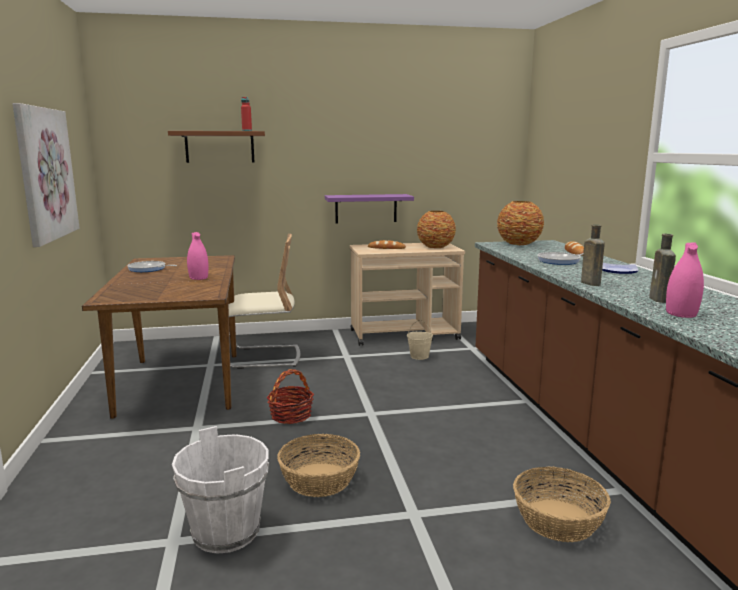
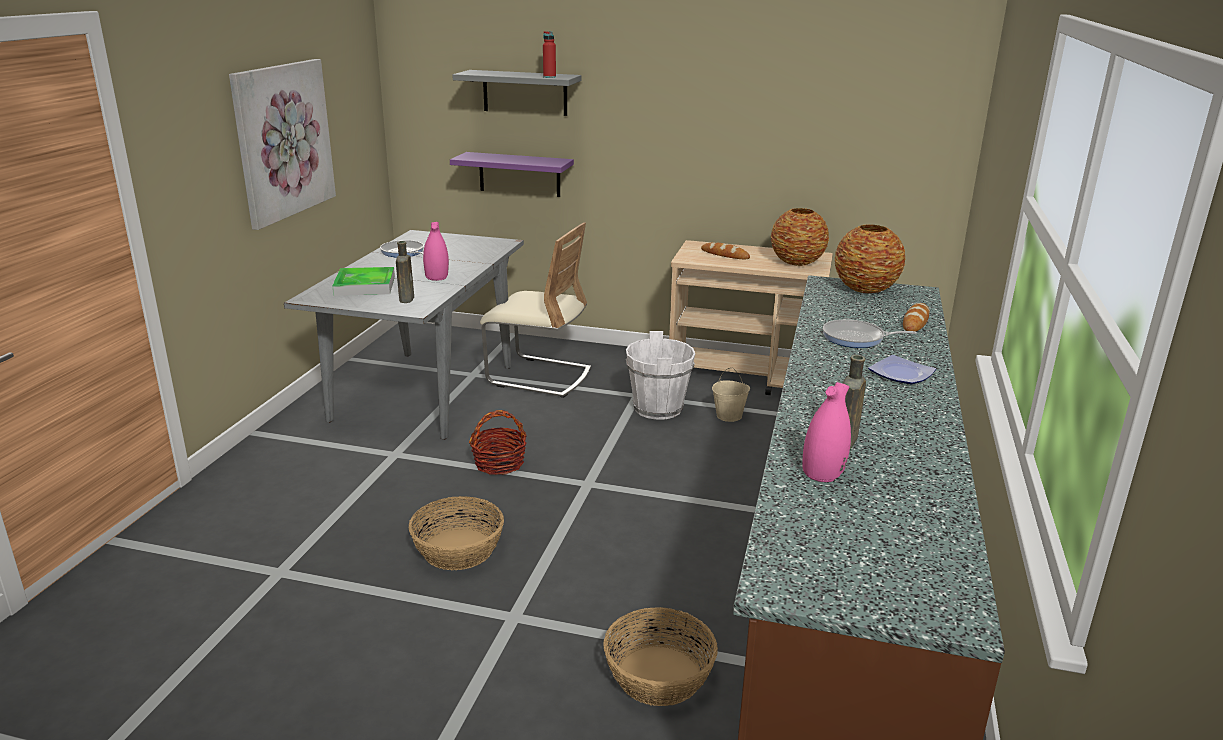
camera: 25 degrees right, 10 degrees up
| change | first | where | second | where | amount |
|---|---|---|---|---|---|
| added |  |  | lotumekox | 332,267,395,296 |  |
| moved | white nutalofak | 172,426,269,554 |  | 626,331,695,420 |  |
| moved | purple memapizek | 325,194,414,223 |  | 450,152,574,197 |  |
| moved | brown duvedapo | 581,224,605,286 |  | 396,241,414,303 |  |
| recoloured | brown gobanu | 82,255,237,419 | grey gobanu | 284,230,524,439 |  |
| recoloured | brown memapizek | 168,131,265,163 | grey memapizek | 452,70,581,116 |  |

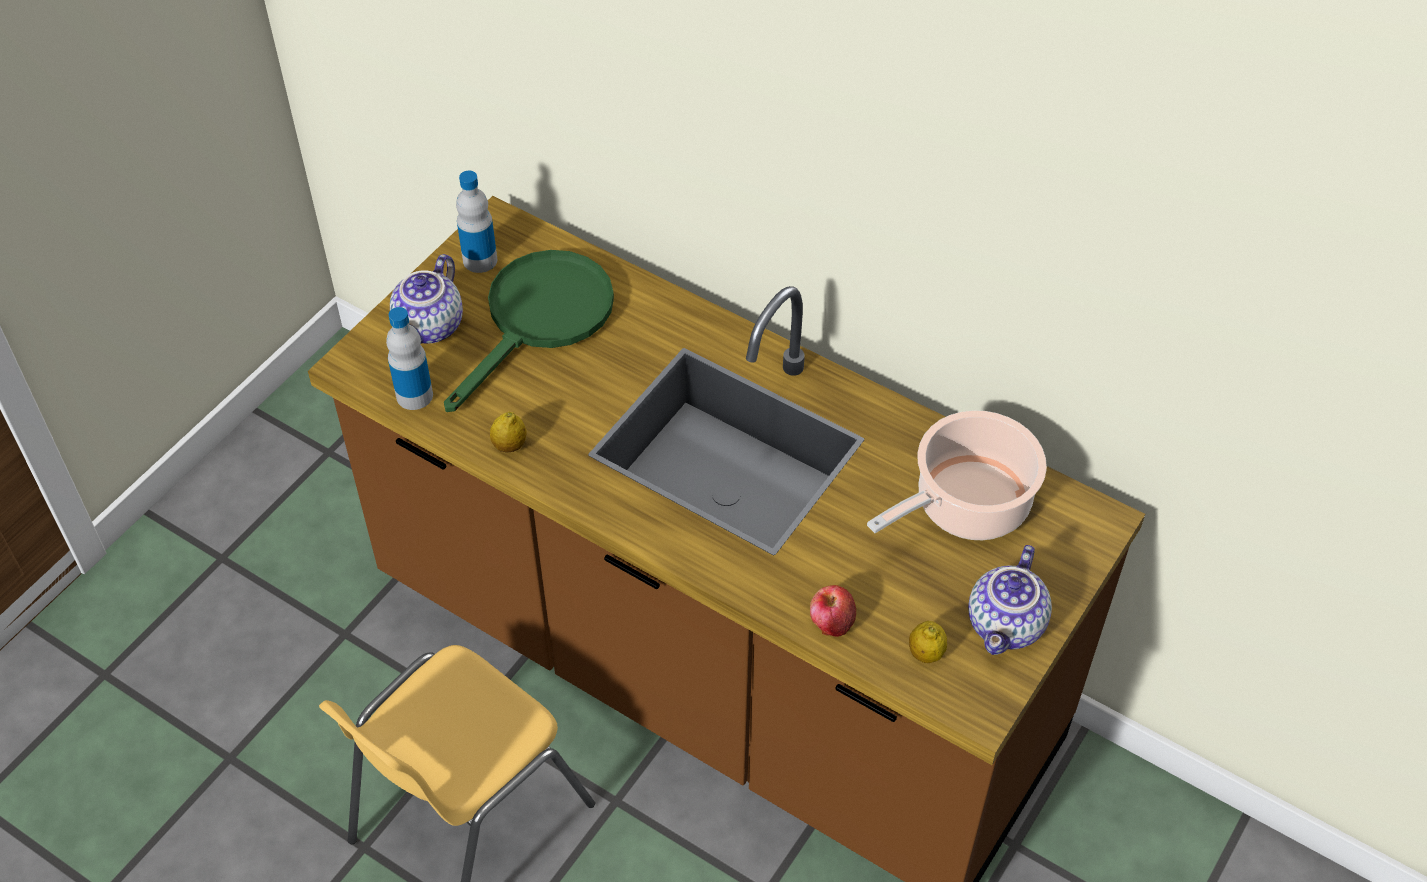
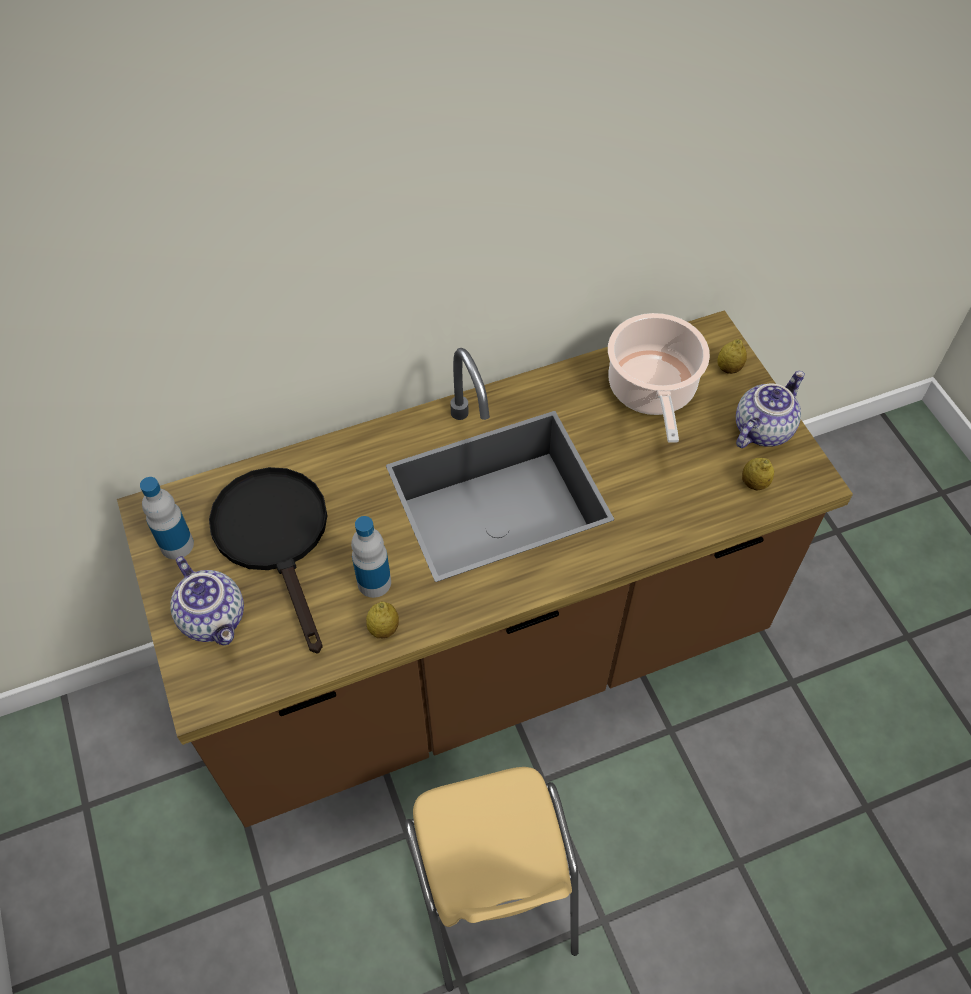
camera: 55 degrees left, 5 degrees up
| change | first | where | second | where | amount |
|---|---|---|---|---|---|
| removed | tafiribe | 810,585,856,637 |  |  |  |
| added |  |  | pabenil | 717,339,747,374 |  |
| moved | duvedapo | 386,307,433,410 |  | 351,516,391,598 |  |
| recoloured | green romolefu | 444,250,614,412 | black romolefu | 209,467,327,654 |  |
| turned | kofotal | 968,545,1052,655 |  | 736,371,805,448 | 105 degrees counterclockwise |

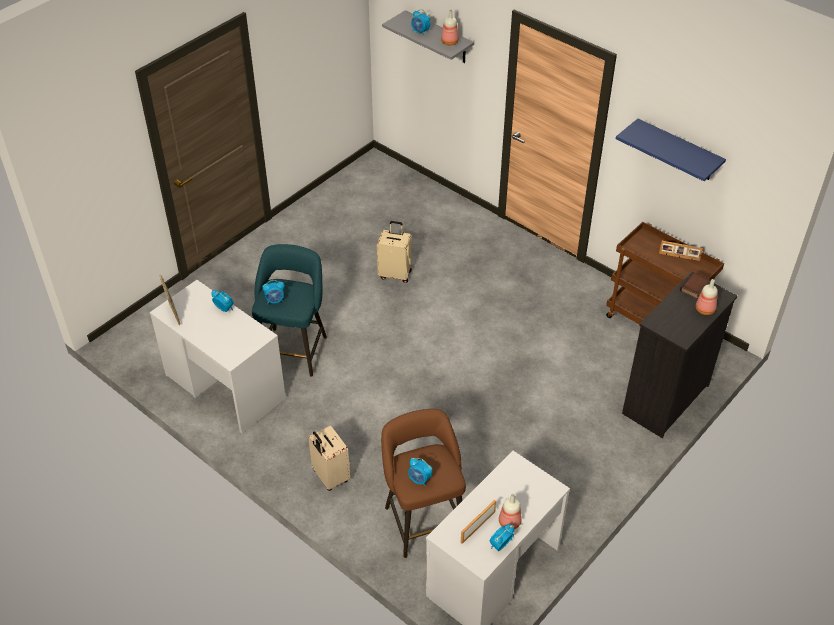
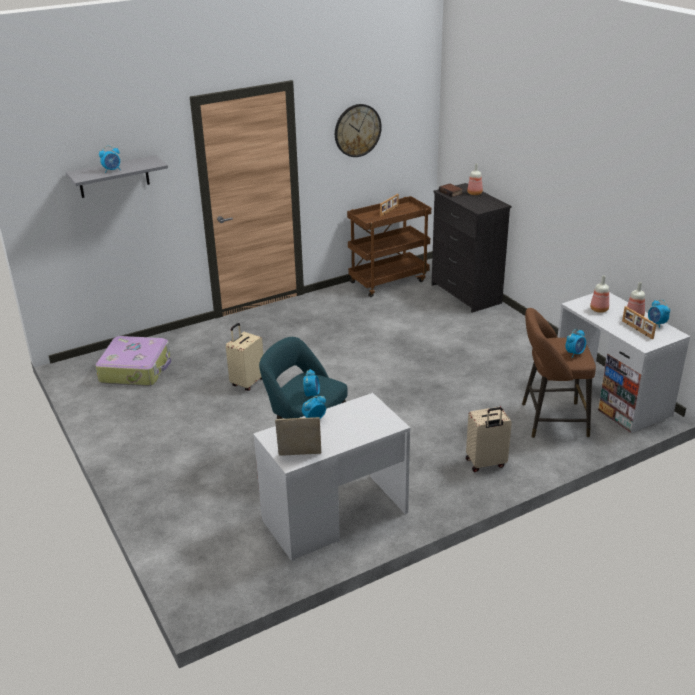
camera: 70 degrees left, 15 degrees down
| change | first | where | second | where | amount |
|---|---|---|---|---|---|
| added |  |  | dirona | 95,336,171,386 |  |
| moved | duvedapo | 441,10,459,45 |  | 590,276,609,313 |  |
| replaced | blue memapizek | 616,119,726,181 | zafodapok | 335,104,382,157 |  |

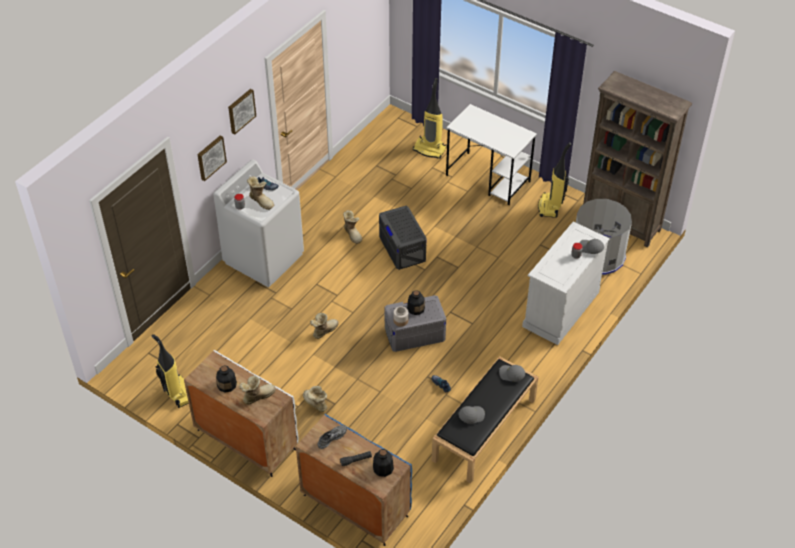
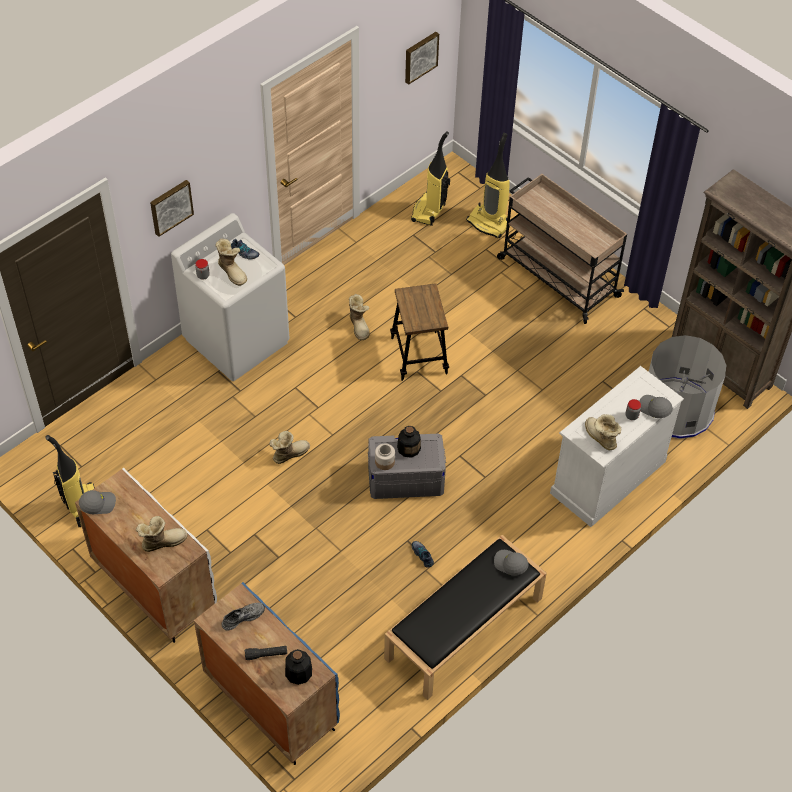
camera: 10 degrees right, 5 degrees up
| change | first | where | second | where | amount |
|---|---|---|---|---|---|
| removed | duvedapo | 216,365,237,393 |  |  |  |
| moved | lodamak | 228,89,256,134 |  | 405,32,439,85 |  |
| moved | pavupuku | 303,386,327,412 |  | 585,414,621,450 |  |
| moved | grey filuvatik | 459,406,485,424 |  | 79,490,116,514 |  |
| moved | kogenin | 538,142,572,218 |  | 411,131,450,226 |  |
| replaced | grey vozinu | 379,206,426,270 | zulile | 390,283,449,381 |  |
| replaced | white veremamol | 446,104,537,205 | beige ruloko | 497,174,627,324 |  |

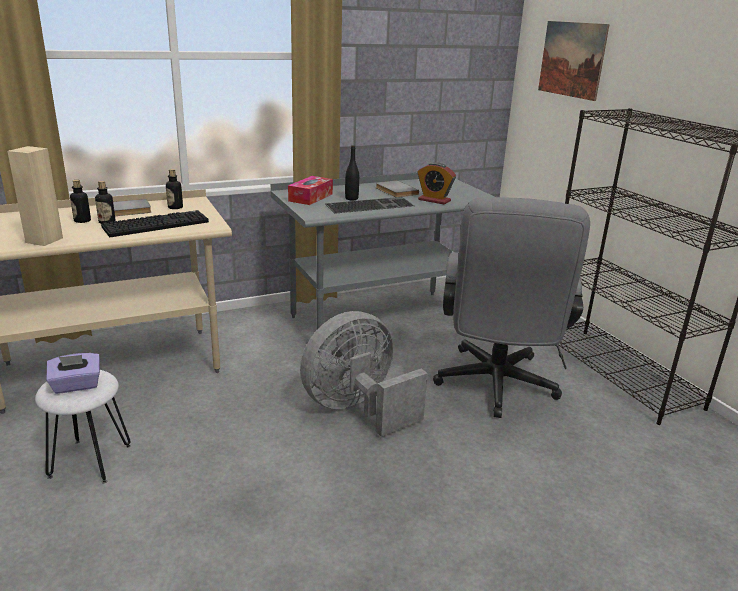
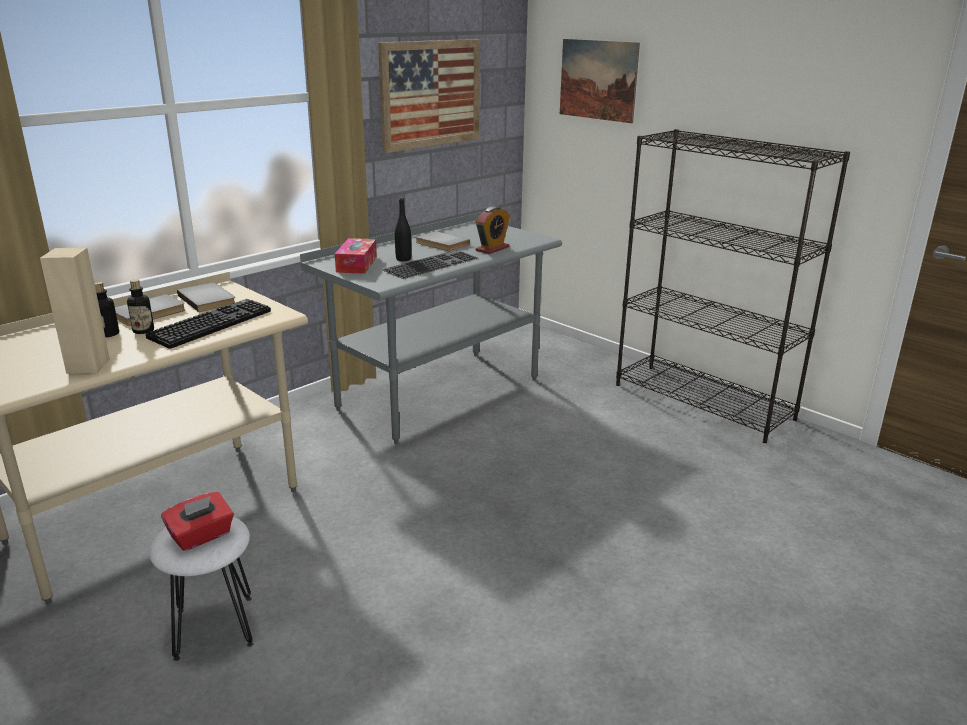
camera: 20 degrees left, 0 degrees up
| change | first | where | second | where | amount |
|---|---|---|---|---|---|
| removed | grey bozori | 300,311,428,437 |  |  |  |
| removed | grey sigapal | 433,197,590,418 |  |  |  |
| added |  |  | lodamak | 378,39,480,153 |  |
| replaced | duvedapo | 166,169,183,209 | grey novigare | 177,283,235,312 |  |
| recoloured | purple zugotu | 46,353,100,394 | red zugotu | 161,492,234,551 |  |
| turned | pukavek | 418,162,456,205 |  | 476,206,510,254 | 60 degrees counterclockwise |

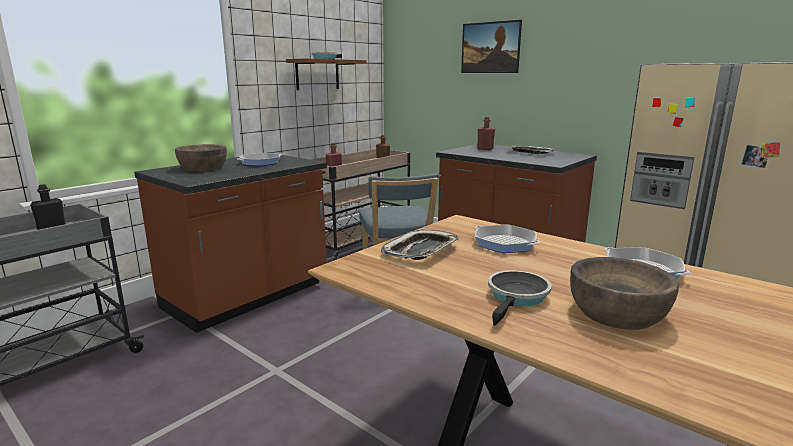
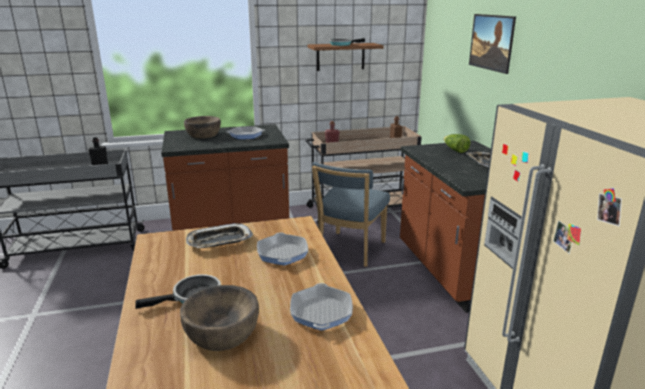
camera: 35 degrees right, 5 degrees up
| change | first | where | second | where | amount |
|---|---|---|---|---|---|
| replaced | red duvedapo | 477,117,495,150 | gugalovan | 443,134,470,153 |  |

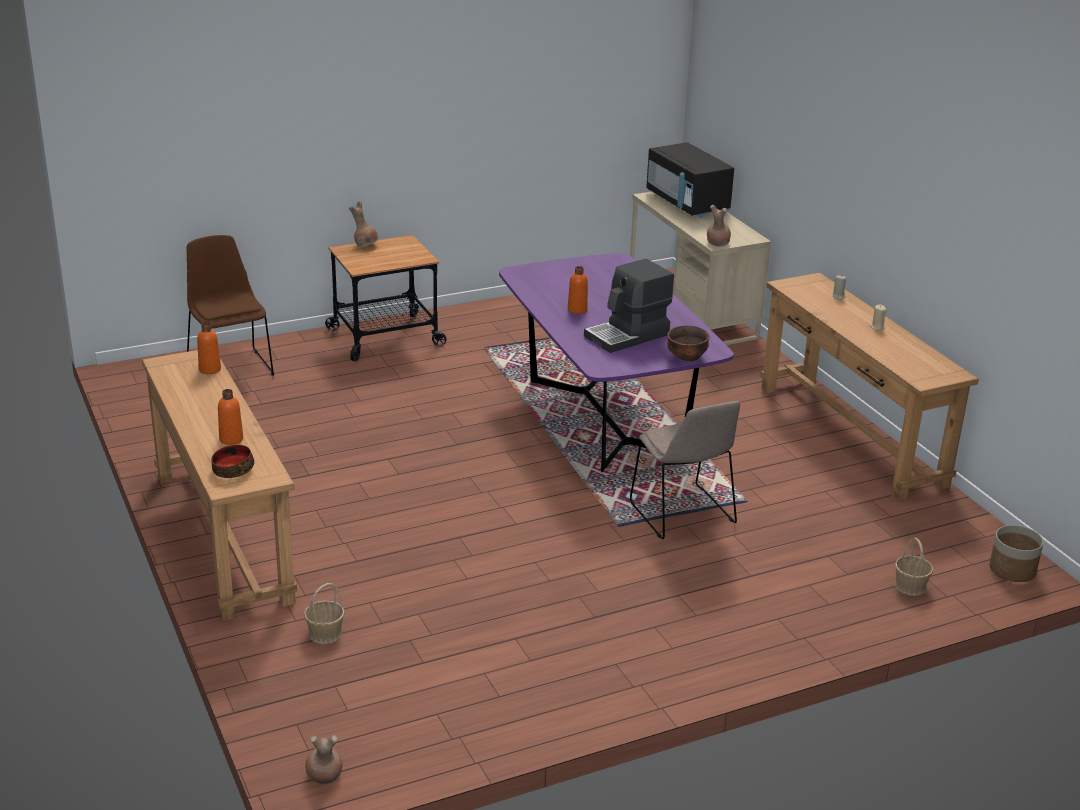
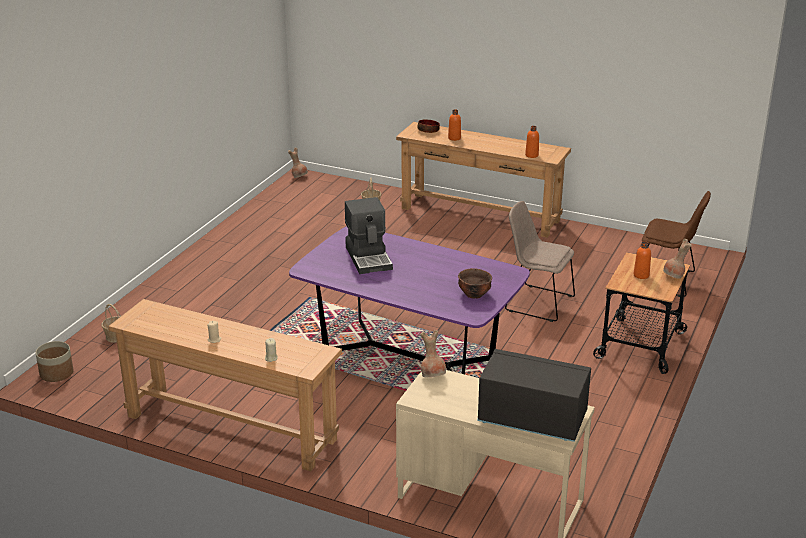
camera: 140 degrees right, 0 degrees up
| change | first | where | second | where | amount |
|---|---|---|---|---|---|
| moved | orange duvedapo | 568,266,588,314 |  | 633,241,651,279 |  |
| moved | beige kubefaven | 630,401,740,539 |  | 505,201,575,322 |  |
| moved | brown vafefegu | 667,326,710,361 |  | 458,268,492,299 |  |
| turned | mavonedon | 584,259,674,353 |  | 345,197,393,274 | 150 degrees clockwise |

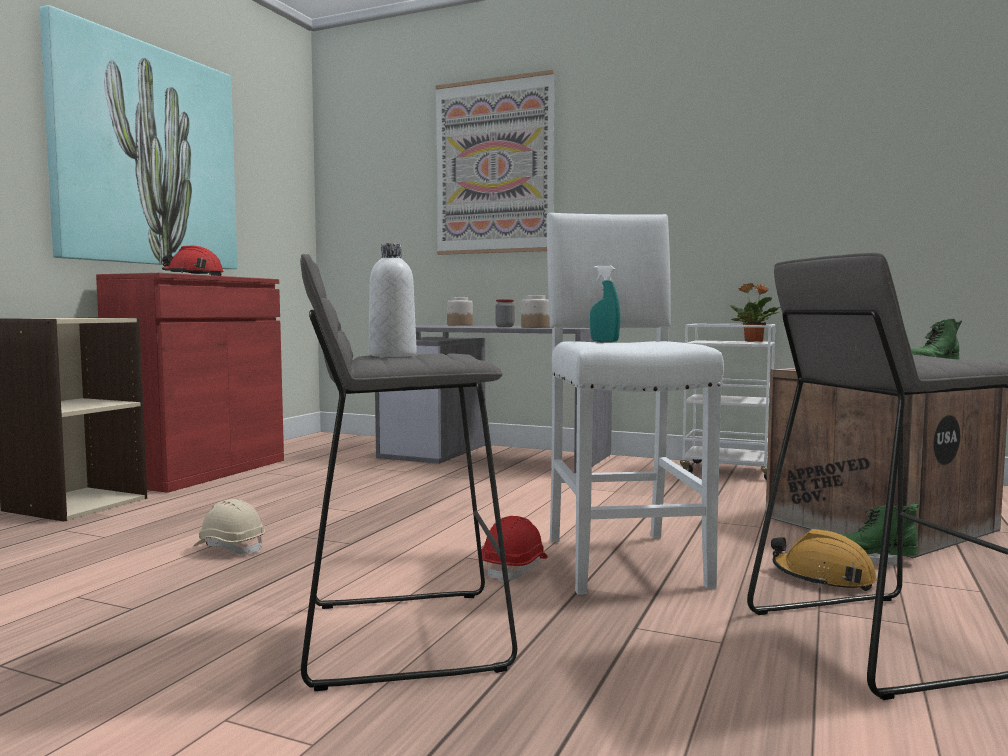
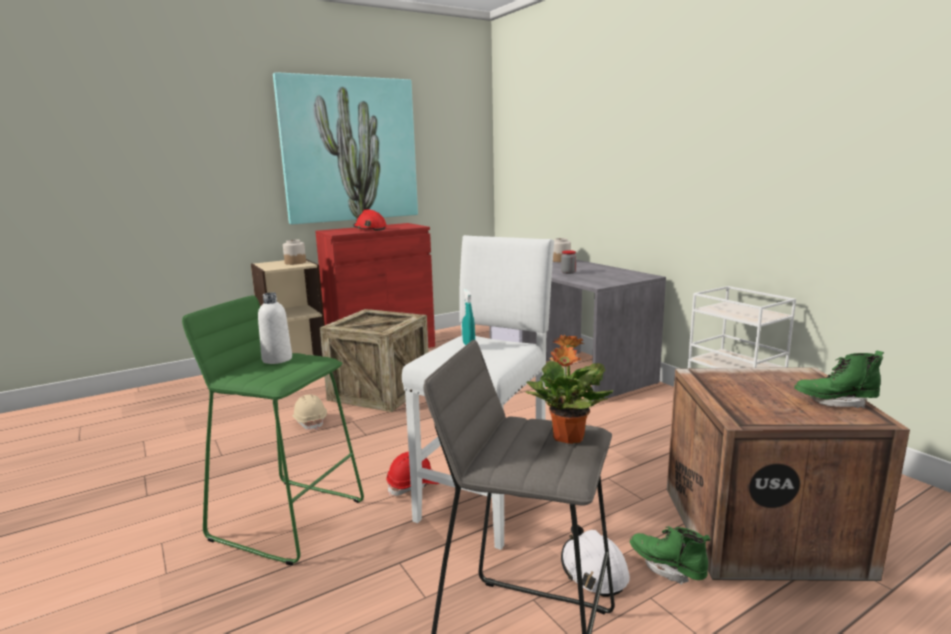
camera: 35 degrees right, 10 degrees up
| change | first | where | second | where | amount |
|---|---|---|---|---|---|
| removed | lodamak | 435,70,555,255 |  |  |  |
| added |  |  | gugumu | 320,309,429,412 |  |
| moved | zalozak | 521,295,550,328 |  | 283,240,306,265 |  |
| moved | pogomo | 729,283,780,342 |  | 526,335,613,444 |  |
| recoloured | grey zulile | 300,254,517,691 | green zulile | 182,295,364,565 |  |
| recoloured | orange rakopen | 771,529,877,591 | white rakopen | 561,525,630,597 |  |

